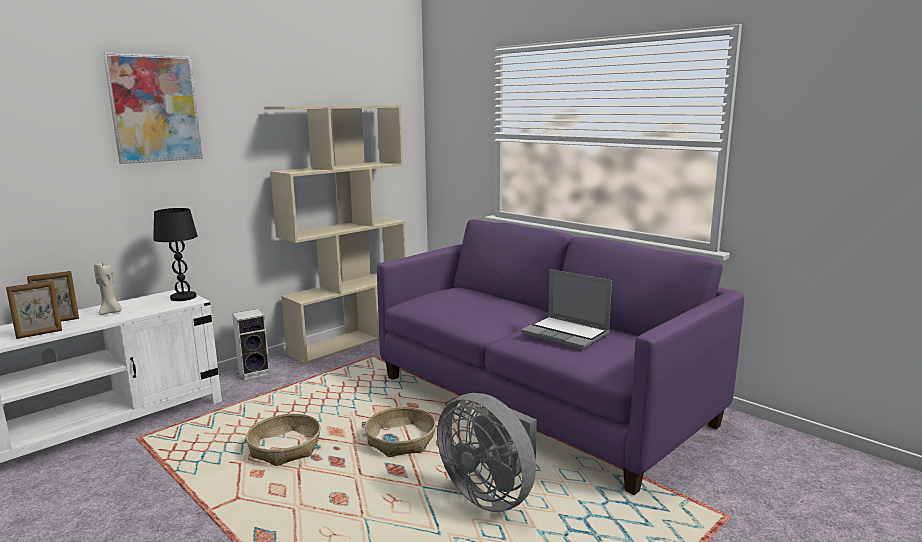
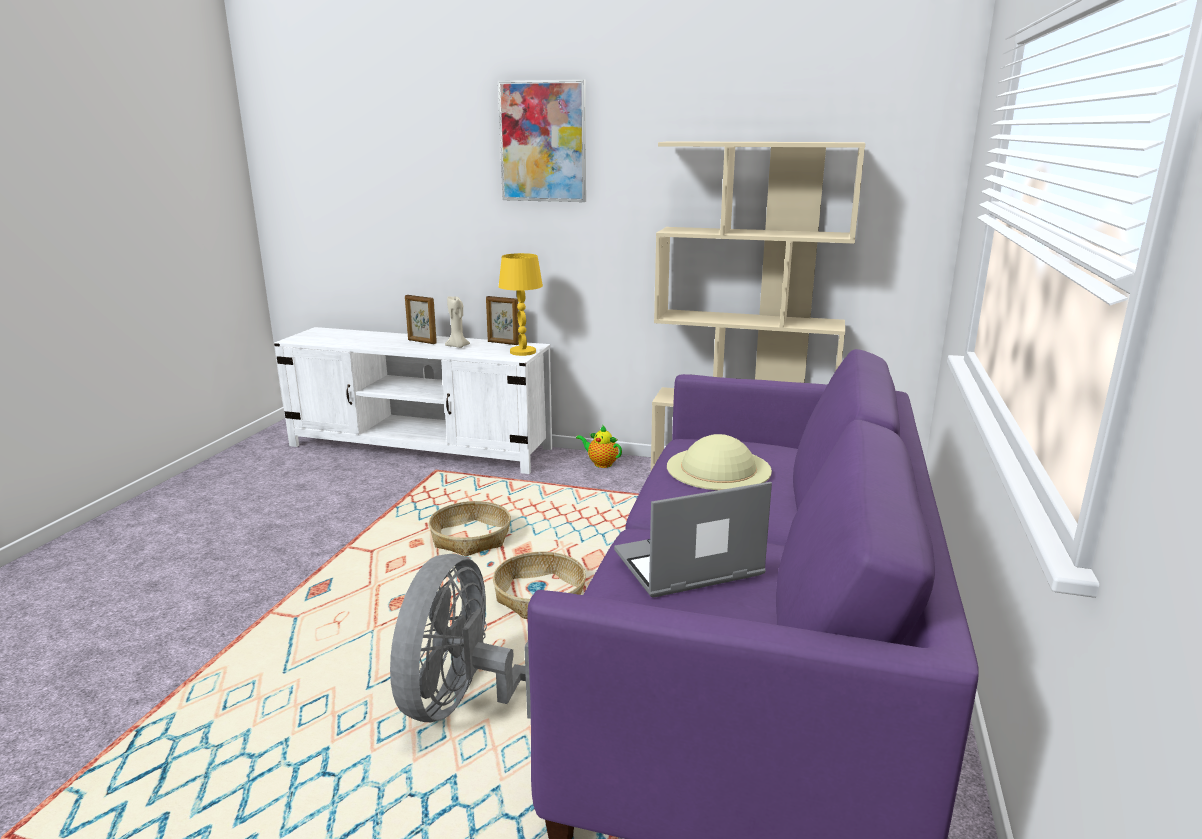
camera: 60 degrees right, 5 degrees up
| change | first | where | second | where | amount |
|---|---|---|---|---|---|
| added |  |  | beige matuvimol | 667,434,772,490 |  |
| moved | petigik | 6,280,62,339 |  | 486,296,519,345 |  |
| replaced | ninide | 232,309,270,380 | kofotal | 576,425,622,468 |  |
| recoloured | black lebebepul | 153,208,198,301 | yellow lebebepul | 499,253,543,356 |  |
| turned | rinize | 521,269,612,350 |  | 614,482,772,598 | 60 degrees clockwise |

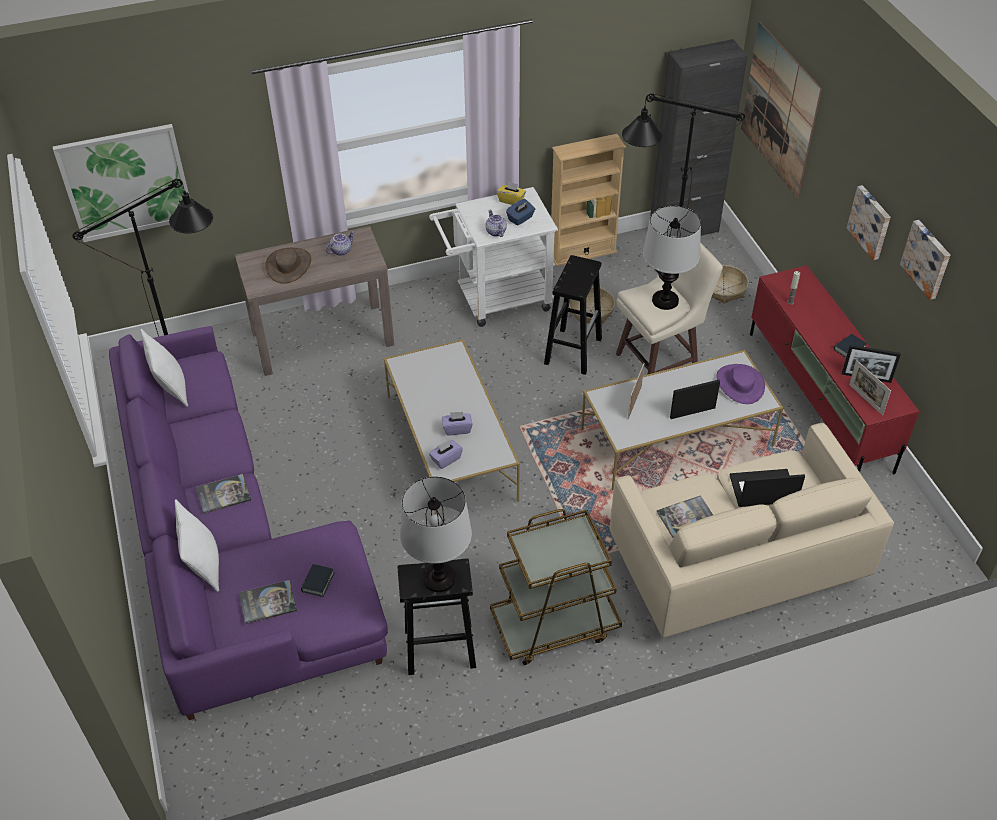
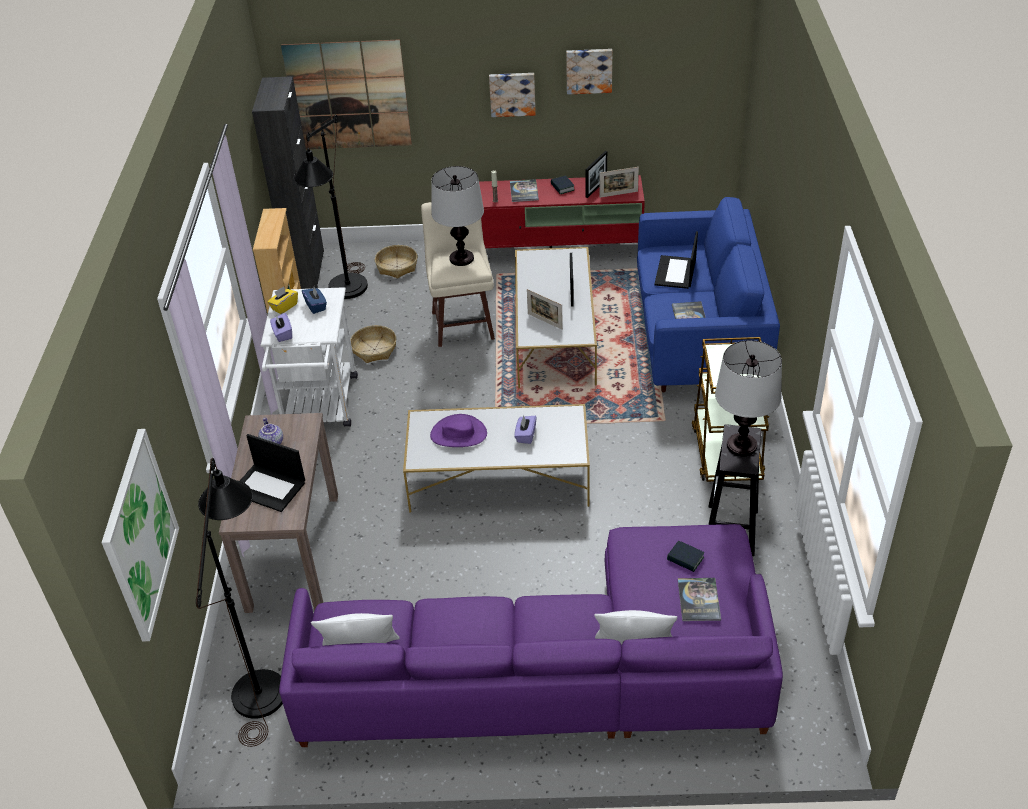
camera: 70 degrees left, 5 degrees down
| change | first | where | second | where | amount |
|---|---|---|---|---|---|
| removed | kofotal | 485,210,507,237 |  |  |  |
| removed | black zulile | 544,255,602,375 |  |  |  |
| moved | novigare | 196,474,251,514 |  | 510,179,539,202 |  |
| moved | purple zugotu | 429,440,463,469 |  | 270,313,292,342 |  |
| moved | purple matuvimol | 716,364,765,404 |  | 430,414,487,447 |  |
| replaced | brown matuvimol | 265,248,311,284 | rinize | 240,434,305,512 |  |
| recoloured | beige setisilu | 610,423,894,638 | blue setisilu | 637,197,780,392 |  |

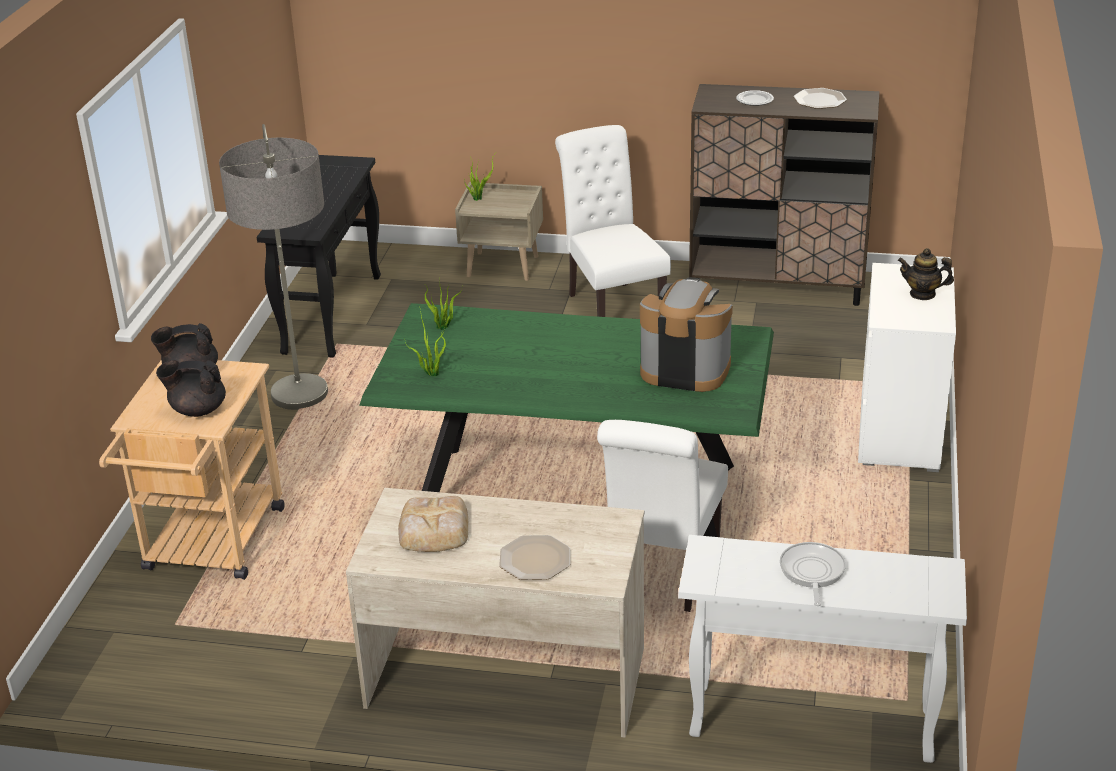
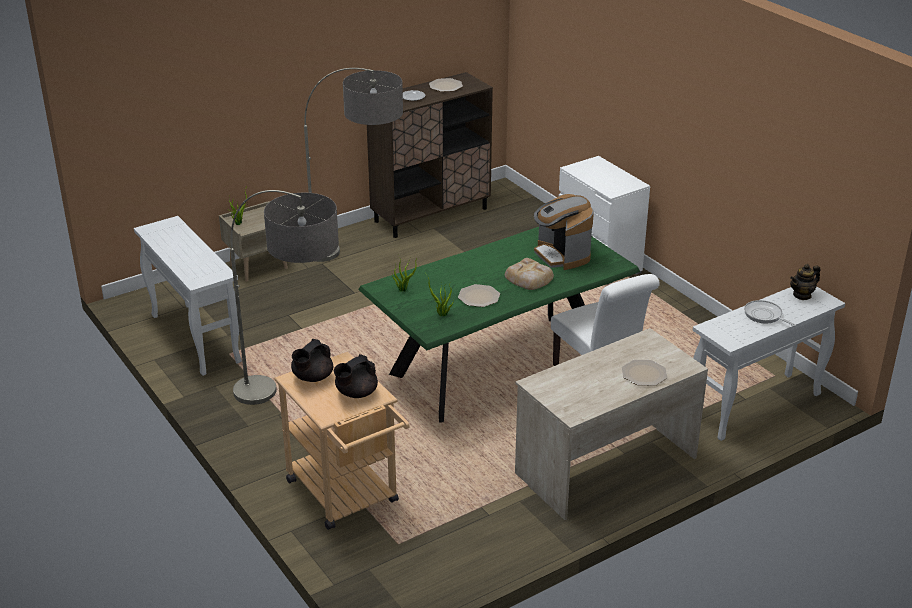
camera: 45 degrees left, 0 degrees up
| change | first | where | second | where | amount |
|---|---|---|---|---|---|
| added |  |  | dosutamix | 458,284,500,307 |  |
| moved | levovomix | 398,496,468,552 |  | 505,258,554,290 |  |
| moved | kofotal | 898,248,954,300 |  | 790,264,820,300 |  |
| replaced | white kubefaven | 555,125,671,317 | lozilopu | 304,68,403,262 |  |
| recoloured | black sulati | 257,155,381,358 | white sulati | 134,216,242,376 |  |
| turned | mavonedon | 640,277,733,392 |  | 534,194,594,270 | 90 degrees counterclockwise |

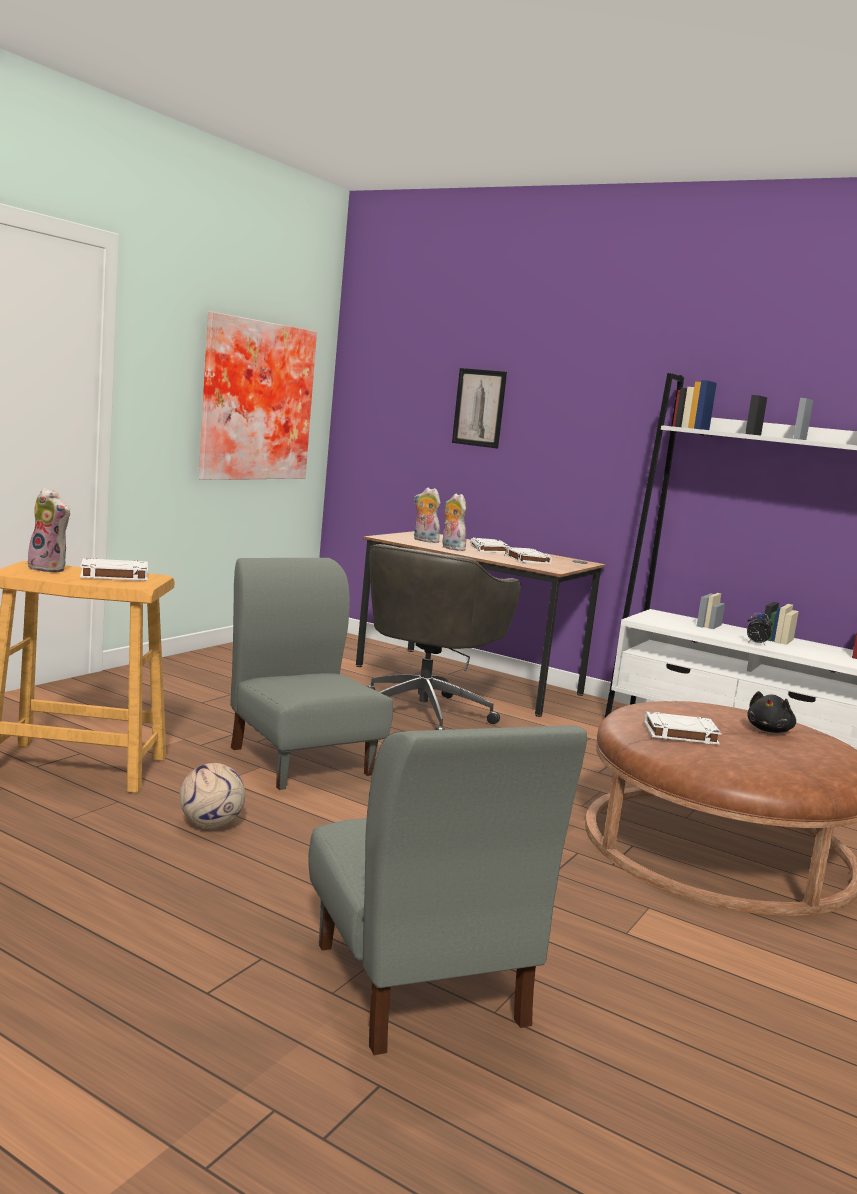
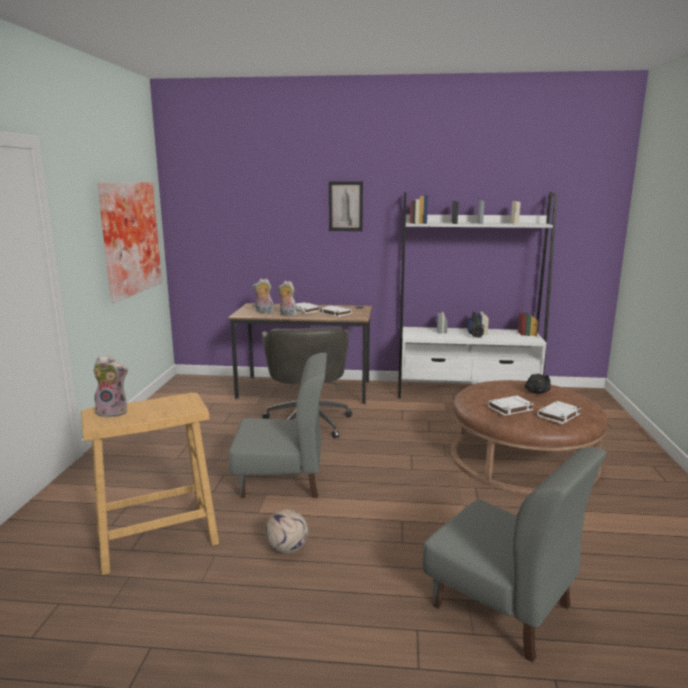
camera: 25 degrees left, 5 degrees up
| change | first | where | second | where | amount |
|---|---|---|---|---|---|
| moved | white novigare | 80,558,148,581 |  | 537,401,581,424 |  |
| moved | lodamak | 452,368,507,449 |  | 329,181,363,231 |  |
| turned | grey kubefaven | 230,558,393,790 |  | 229,353,327,498 | 150 degrees clockwise |

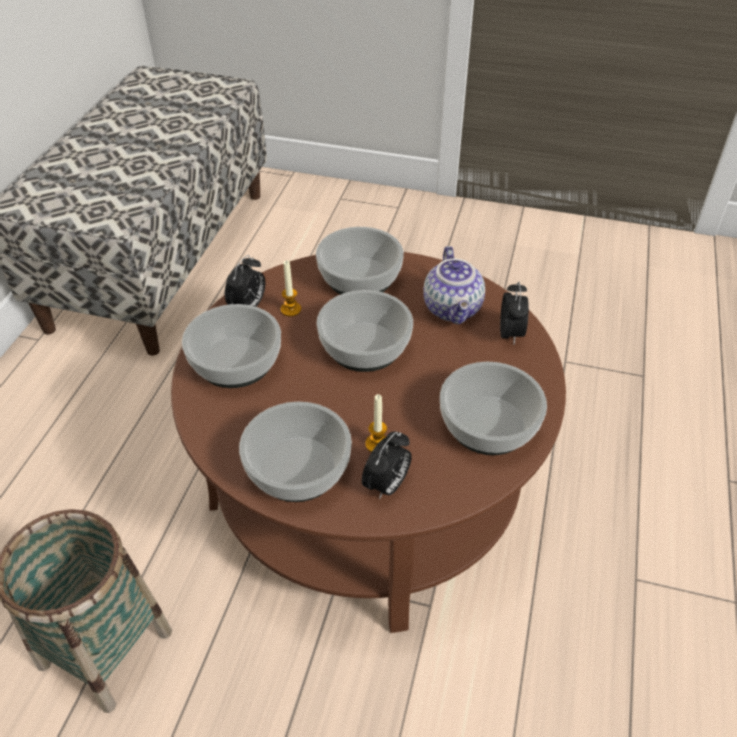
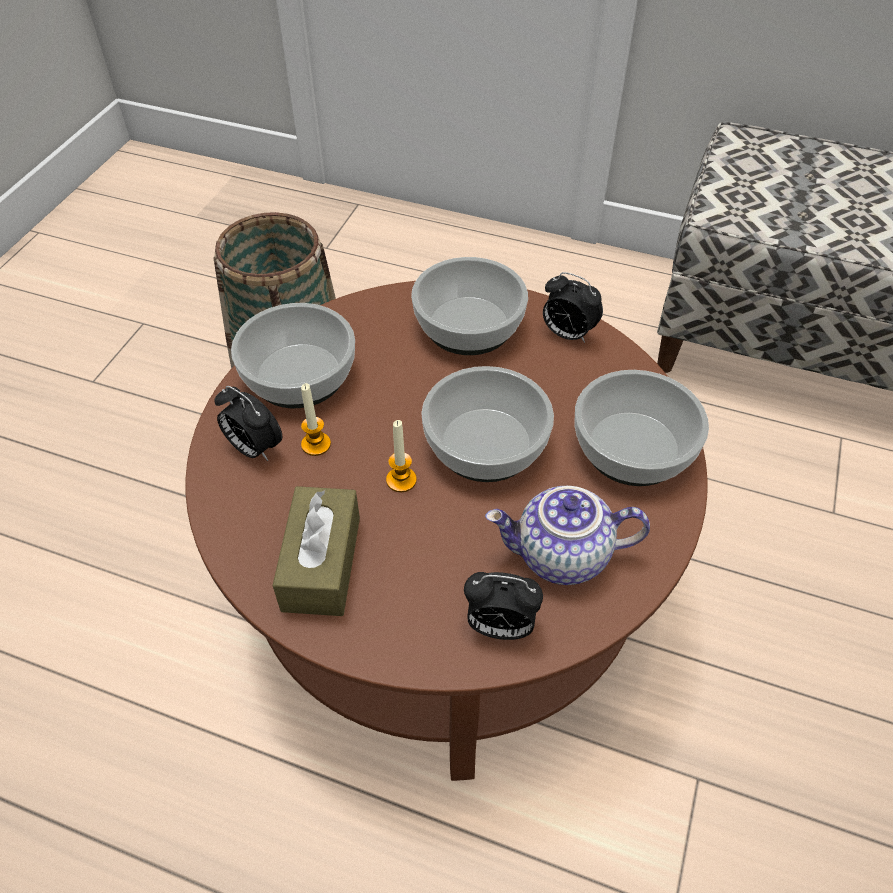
camera: 95 degrees right, 5 degrees up
| change | first | where | second | where | amount |
|---|---|---|---|---|---|
| moved | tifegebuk | 281,260,301,317 |  | 386,420,417,492 |  |
| replaced | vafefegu | 440,362,547,455 | brown zugotu | 272,486,360,616 |  |

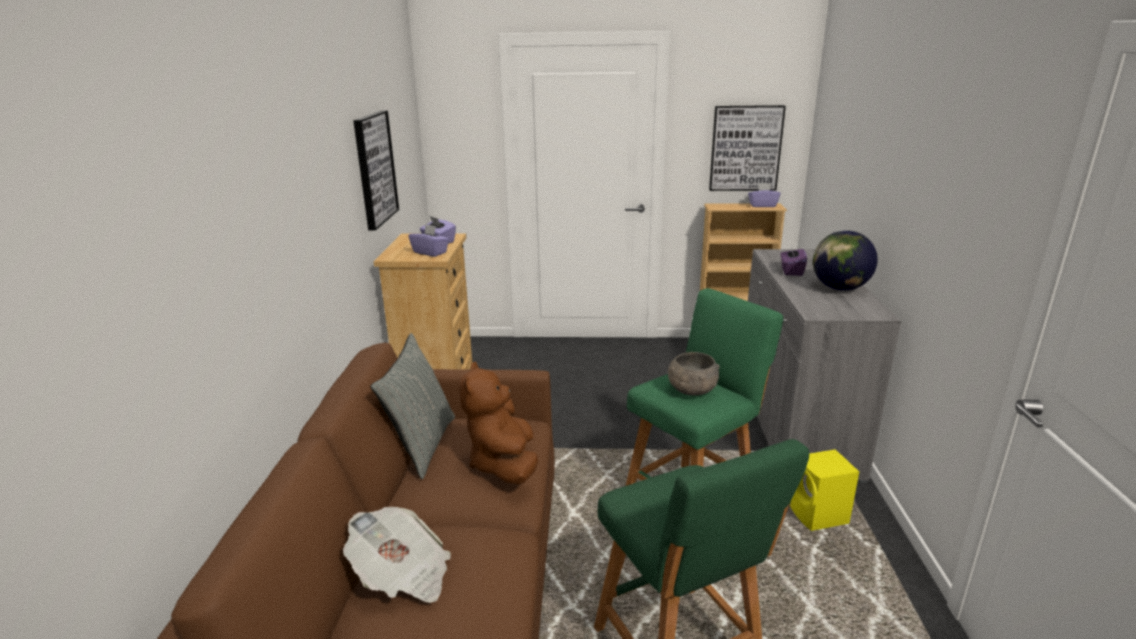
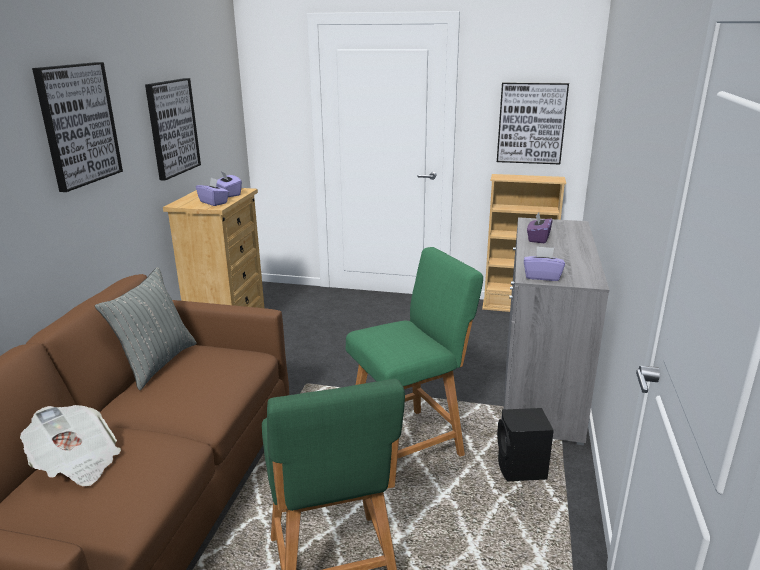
camera: 10 degrees right, 0 degrees up
| change | first | where | second | where | amount |
|---|---|---|---|---|---|
| removed | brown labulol | 459,362,538,484 |  |  |  |
| removed | grey vafefegu | 668,352,720,396 |  |  |  |
| removed | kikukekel | 813,230,878,291 |  |  |  |
| added |  |  | lodamak | 32,62,123,192 |  |
| moved | purple zugotu | 748,183,780,207 |  | 524,246,565,281 |  |
| recoloured | yellow ninide | 790,449,859,531 | black ninide | 497,408,554,481 |  |

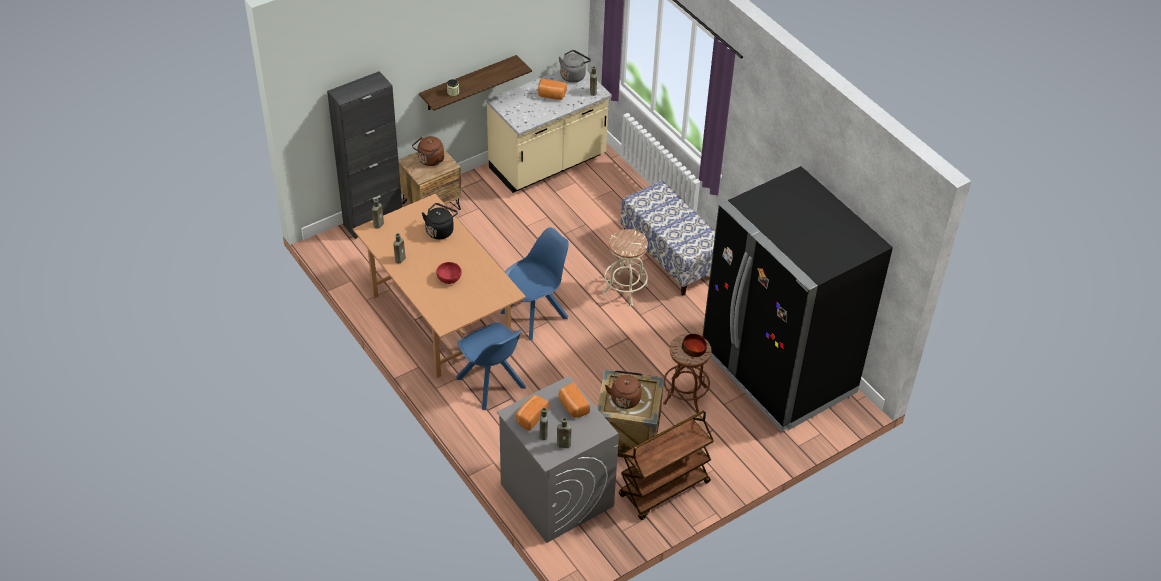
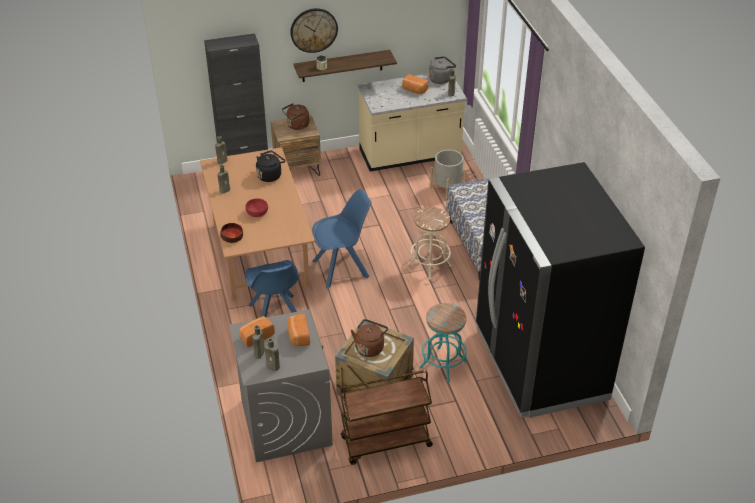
camera: 20 degrees right, 5 degrees down
| change | first | where | second | where | amount |
|---|---|---|---|---|---|
| added |  |  | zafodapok | 290,8,338,53 |  |
| added |  |  | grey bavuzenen | 430,150,467,200 |  |
| moved | vafefegu | 682,334,707,357 |  | 220,223,243,243 |  |
| recoloured | brown zulile | 663,333,711,413 | turquoise zulile | 420,303,467,382 |  |

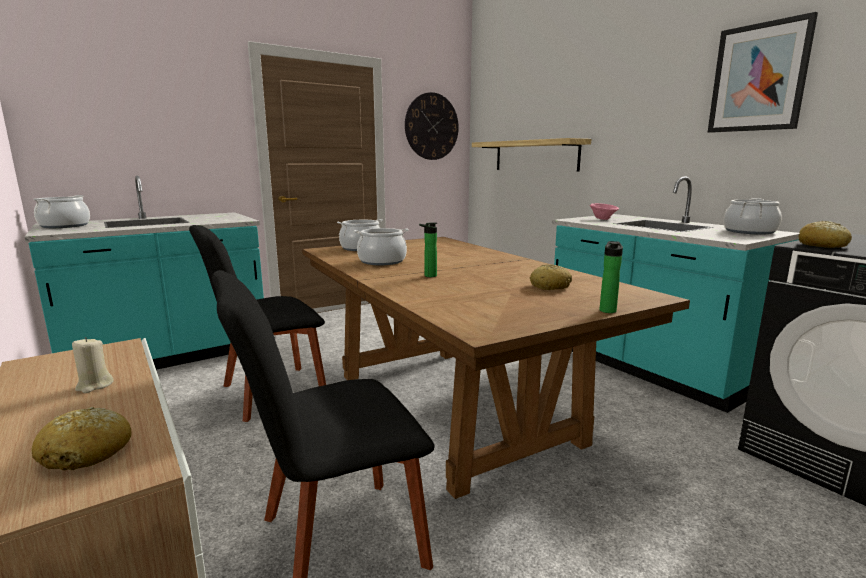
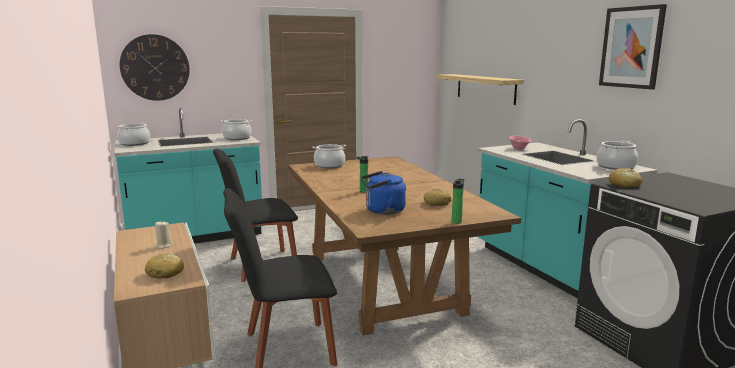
camera: 10 degrees right, 0 degrees up
| change | first | where | second | where | amount |
|---|---|---|---|---|---|
| added |  |  | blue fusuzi | 361,171,406,215 |  |
| moved | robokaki | 354,228,409,265 |  | 220,119,252,140 |  |
| moved | zafodapok | 405,92,459,160 |  | 120,34,190,101 |  |

